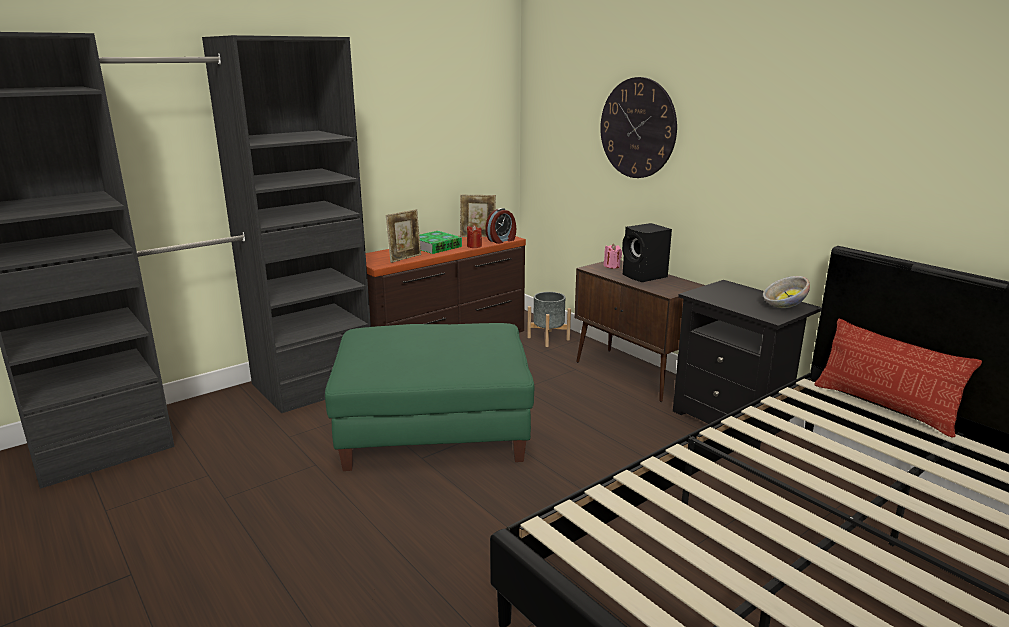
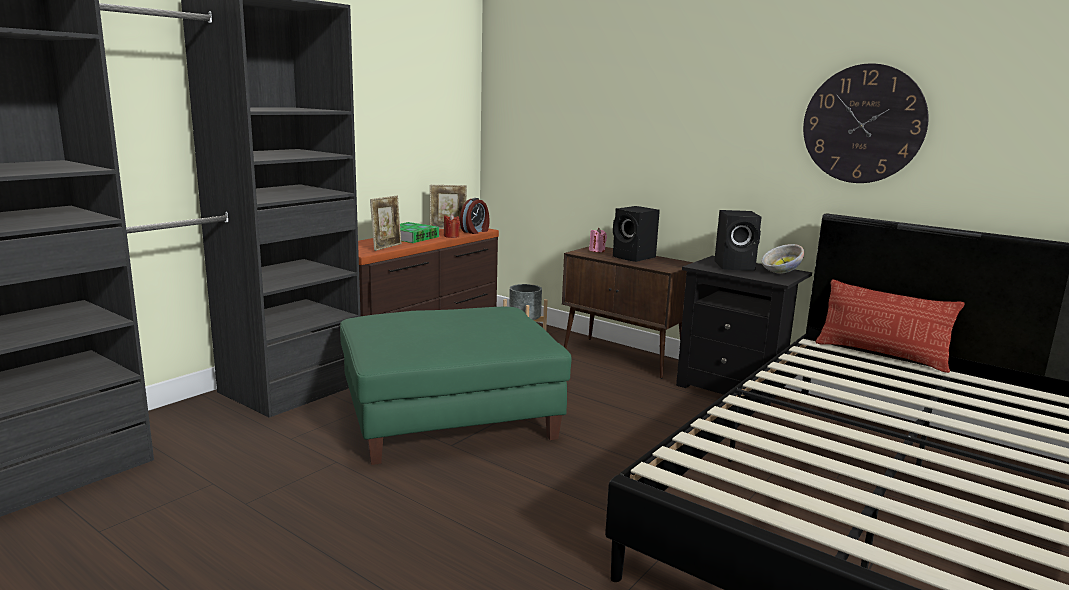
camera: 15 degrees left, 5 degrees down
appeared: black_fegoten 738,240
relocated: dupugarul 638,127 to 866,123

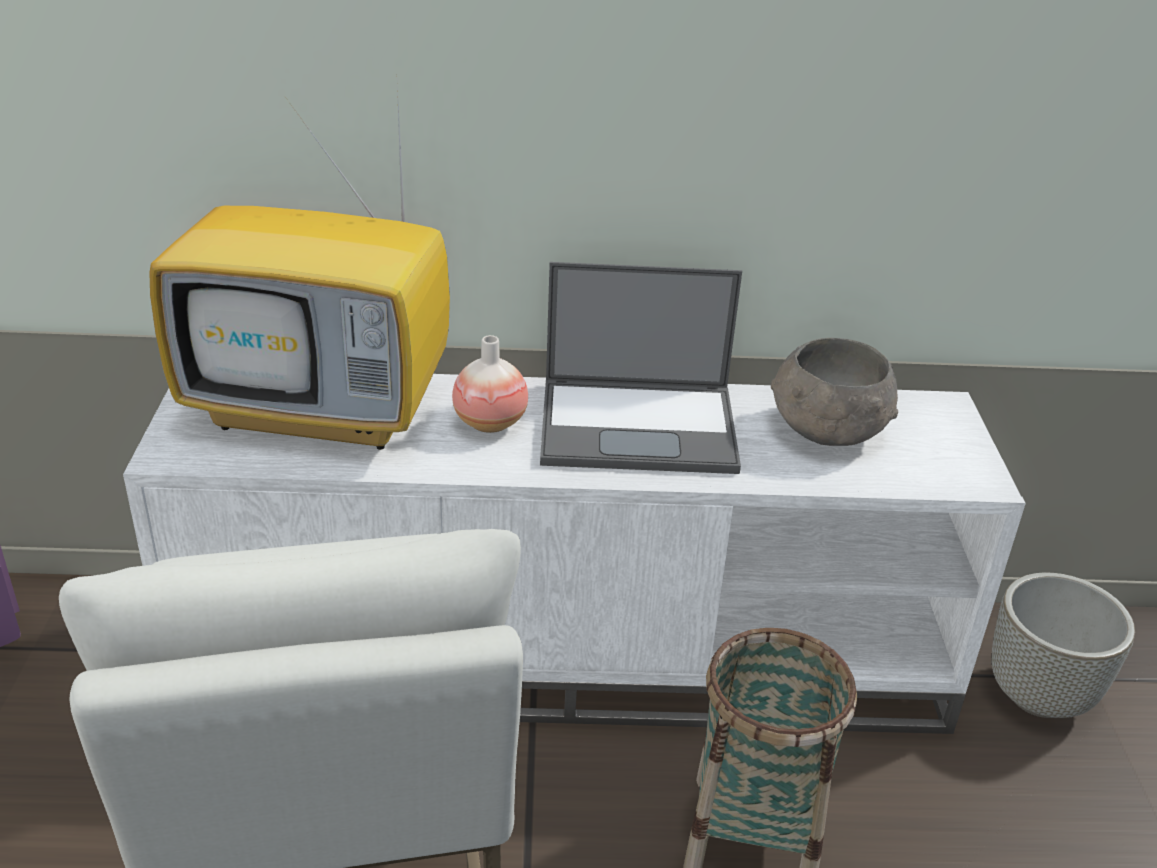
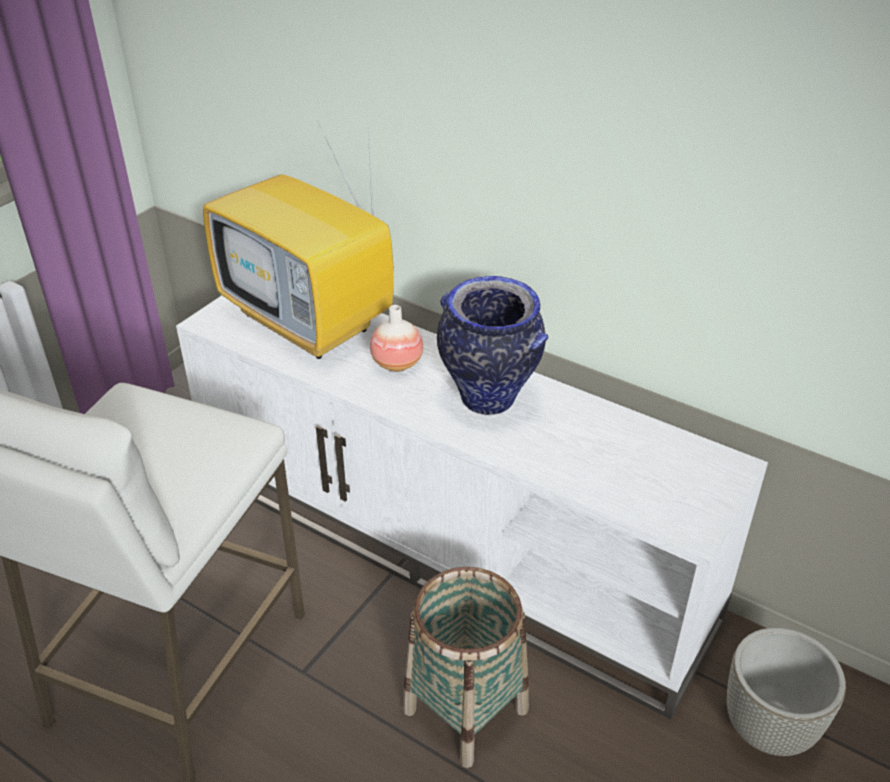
camera: 35 degrees right, 5 degrees up
missing: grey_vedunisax 834,392
exchanged: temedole 641,368 to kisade 493,345

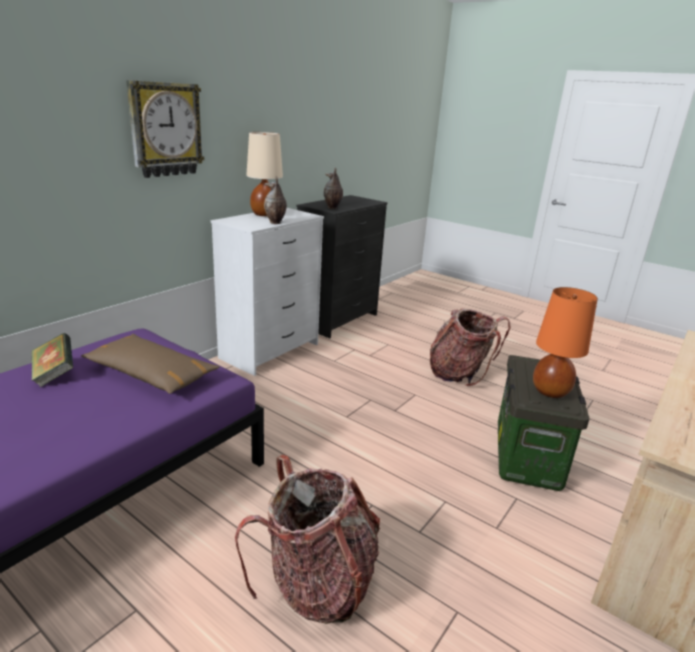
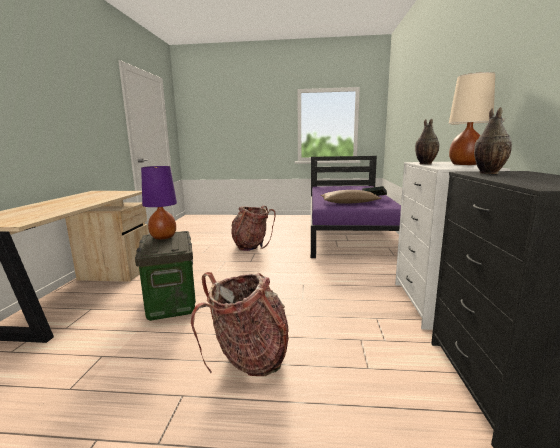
camera: 150 degrees right, 10 degrees down
missing: dupugarul 165,129
colour: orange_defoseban 565,342 to purple_defoseban 159,202

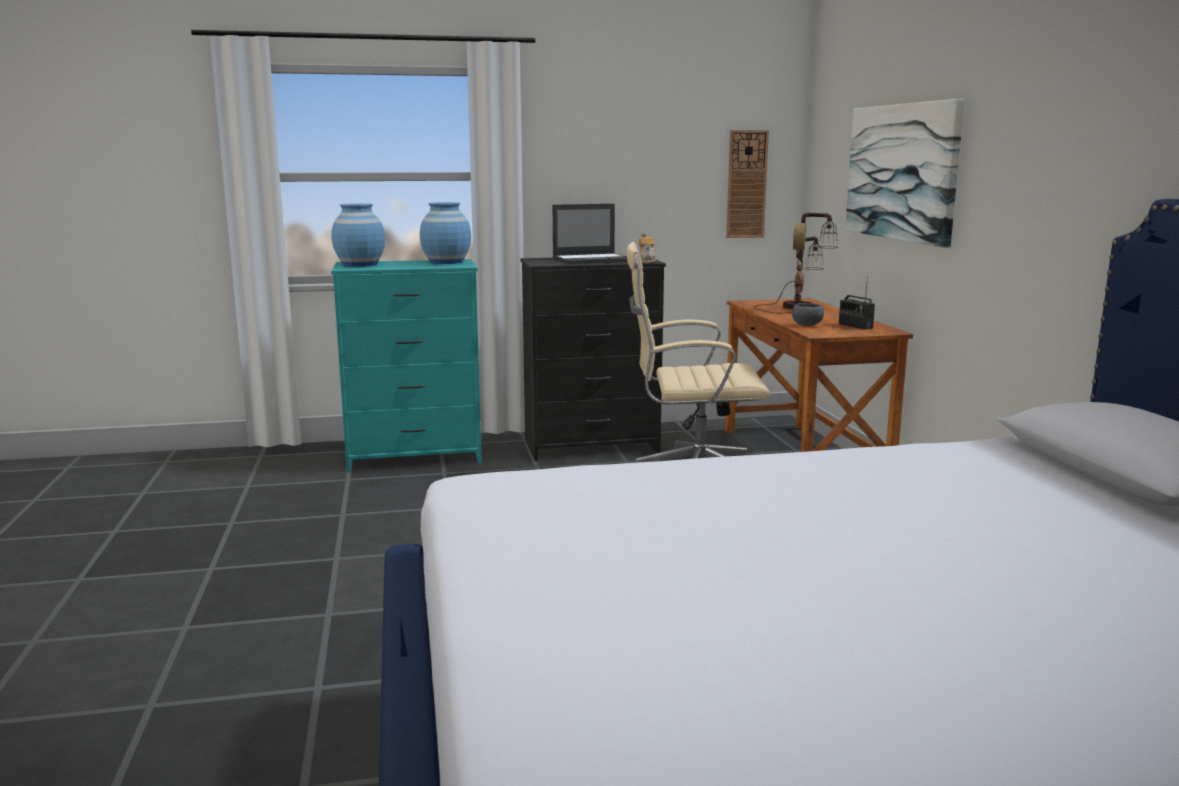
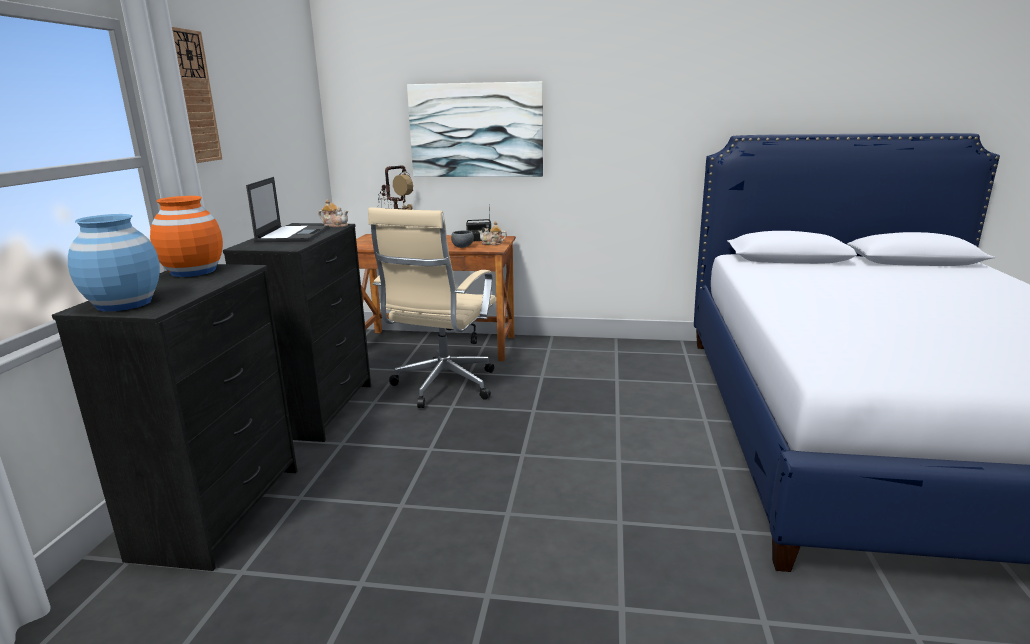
camera: 70 degrees left, 5 degrees up
appeared: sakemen 492,233
relocated: dupugarul 747,184 to 197,95
colour: blue_kisade 445,233 to orange_kisade 186,236; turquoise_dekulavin 406,365 to black_dekulavin 174,417

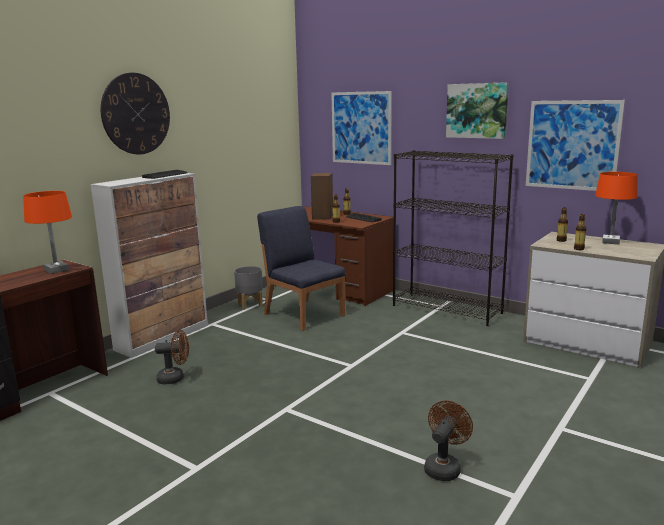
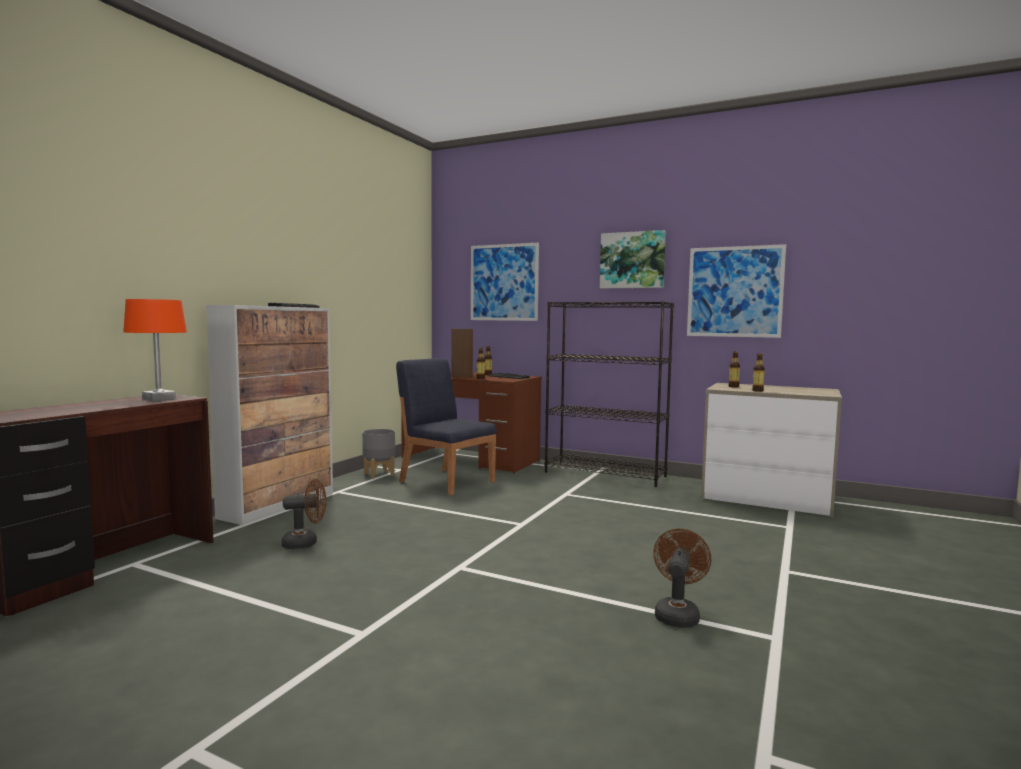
camera: 10 degrees left, 10 degrees down
missing: dupugarul 135,113; orange_defoseban 616,208

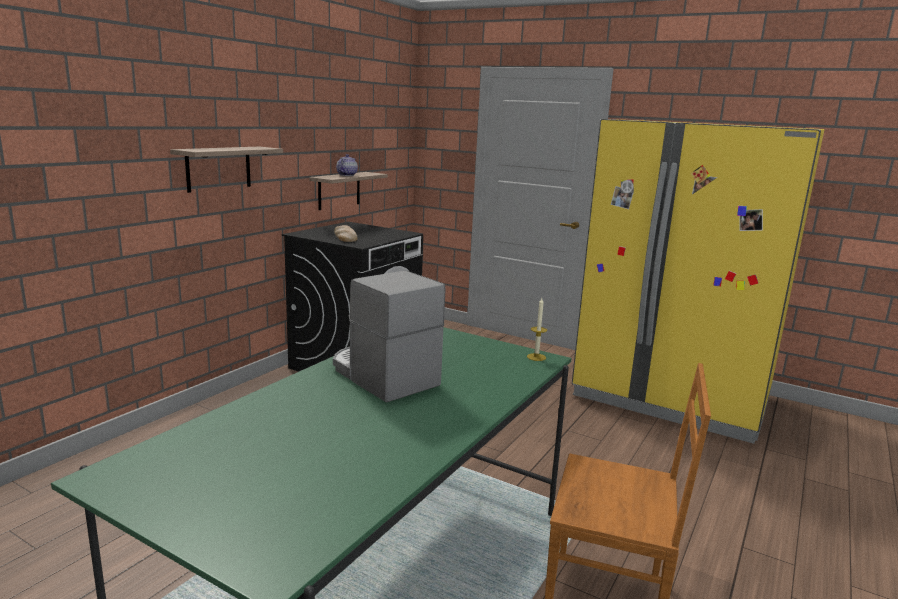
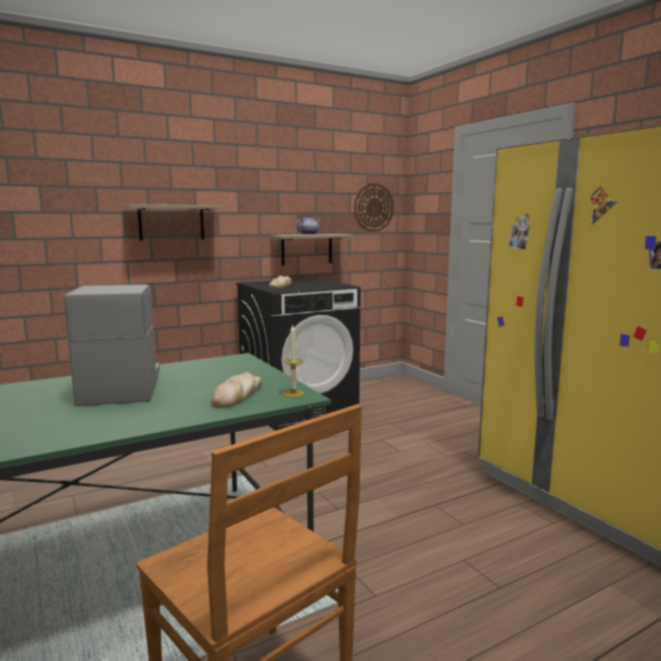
camera: 30 degrees right, 5 degrees down
appeared: dupugarul 373,208; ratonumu 236,390

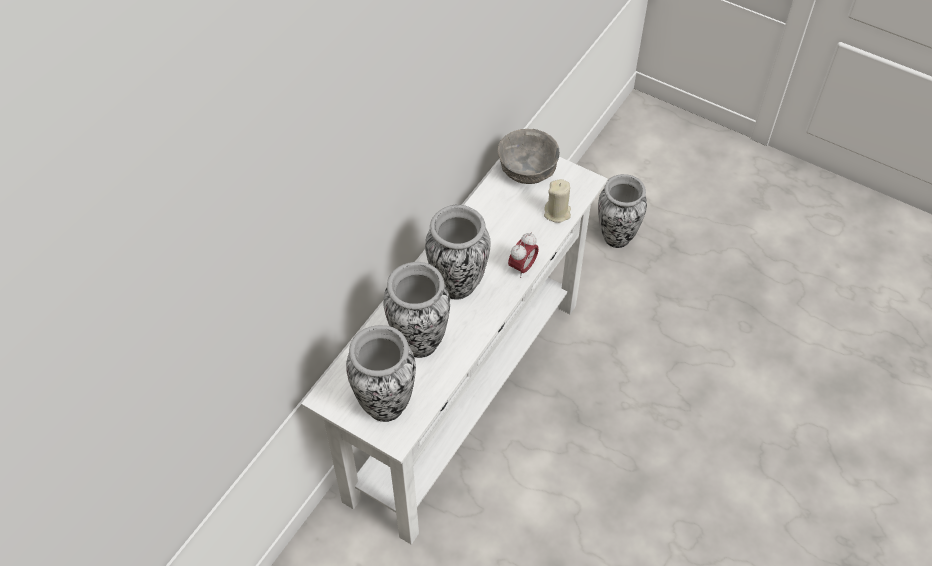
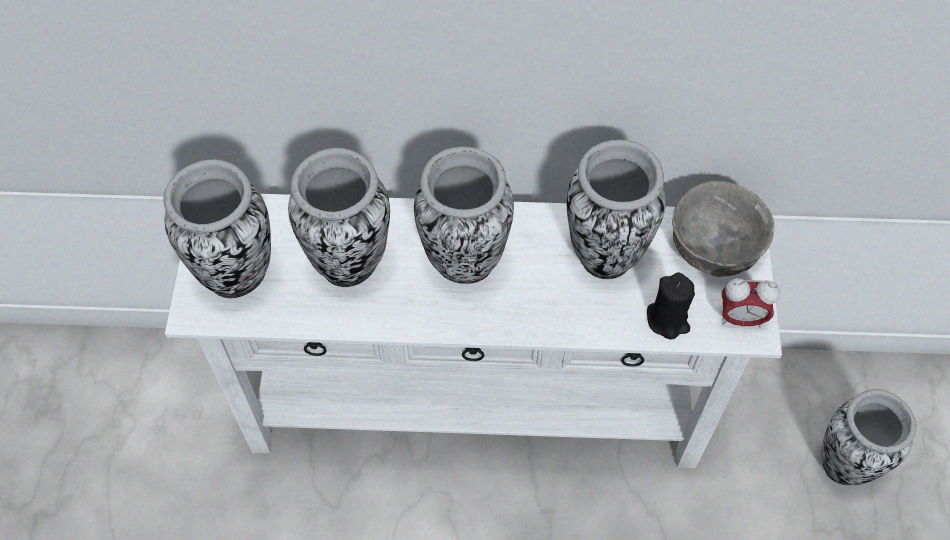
camera: 60 degrees right, 5 degrees up
appeared: kisade 616,209
relocated: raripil 523,255 to 751,303
colour: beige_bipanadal 557,201 to black_bipanadal 671,306

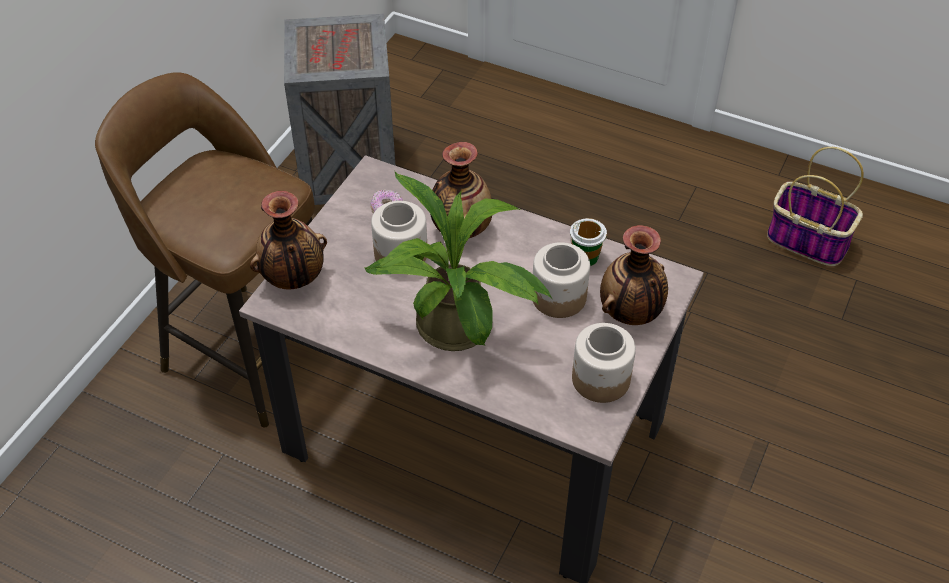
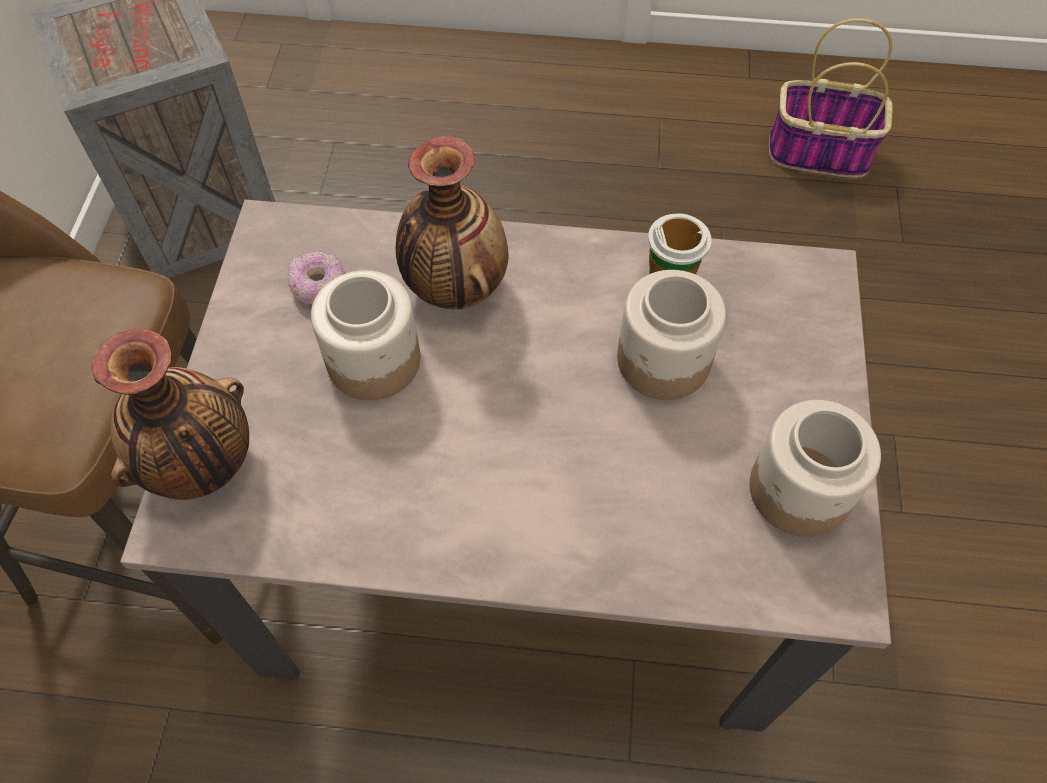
camera: 20 degrees left, 10 degrees up
missing: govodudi 458,261; kisade 634,275

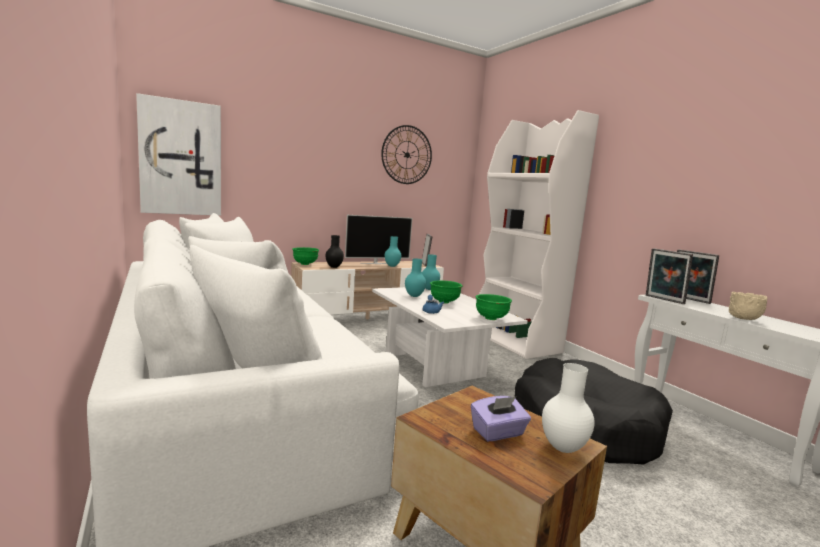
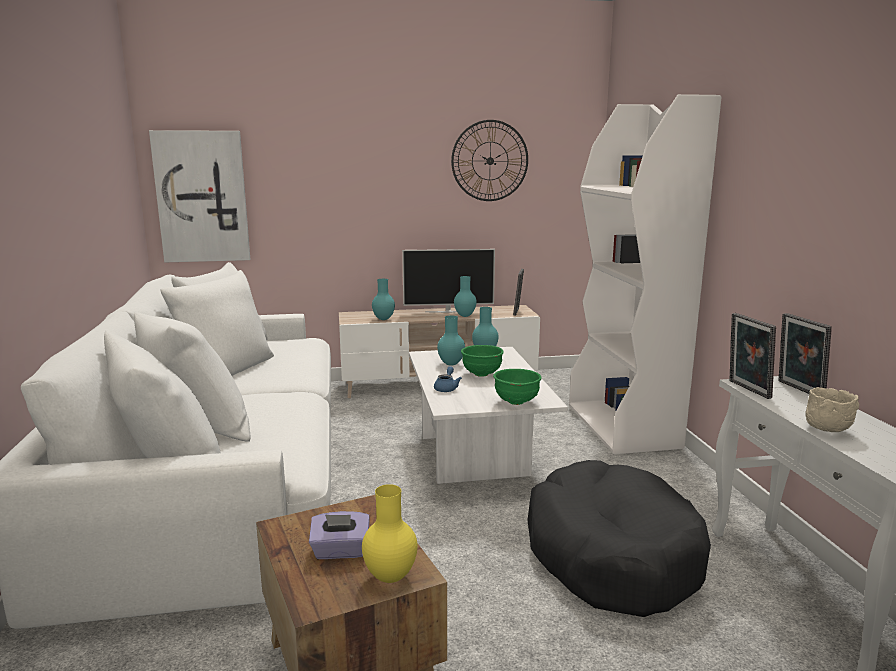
camera: 20 degrees right, 5 degrees up
missing: green_vedunisax 305,256
colour: black_kisade 335,251 to turquoise_kisade 383,299; white_kisade 568,408 to yellow_kisade 390,533

